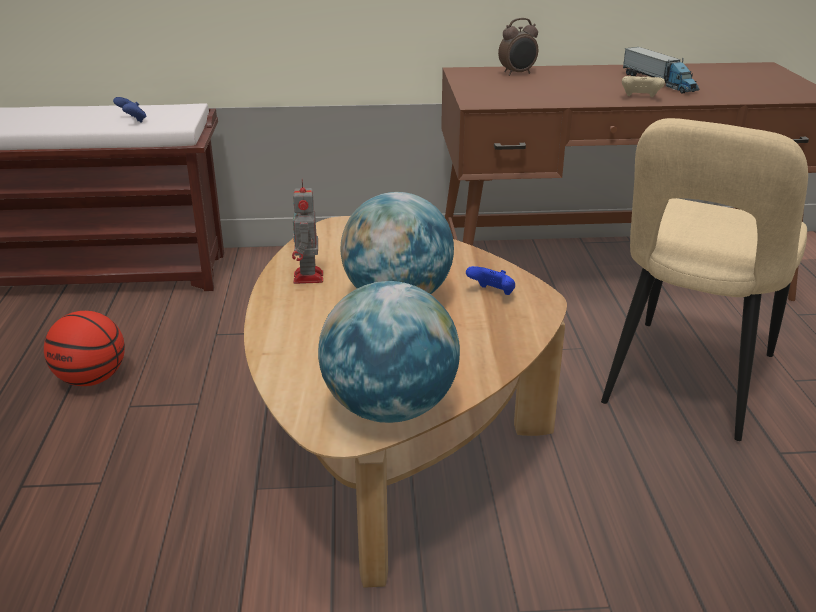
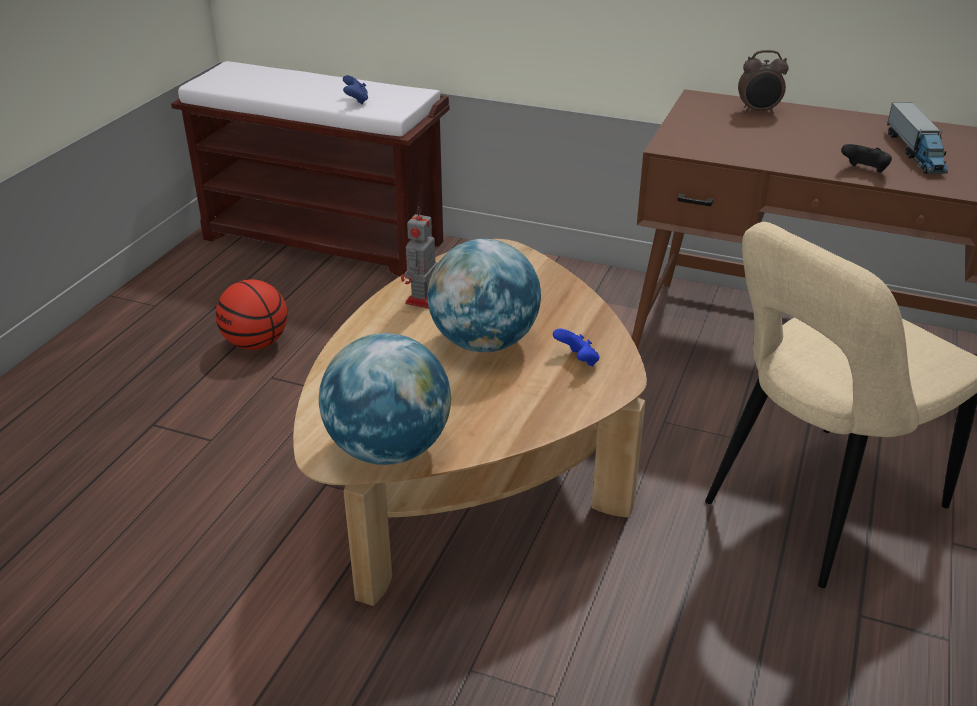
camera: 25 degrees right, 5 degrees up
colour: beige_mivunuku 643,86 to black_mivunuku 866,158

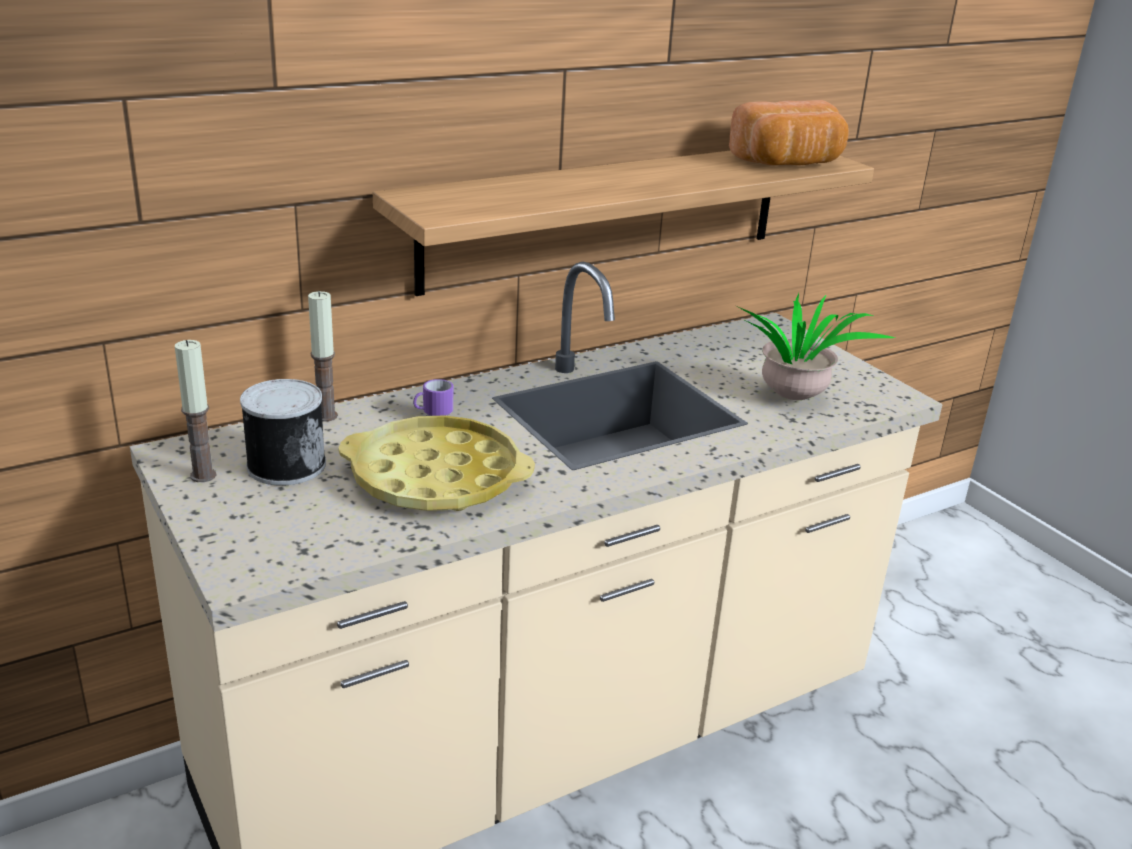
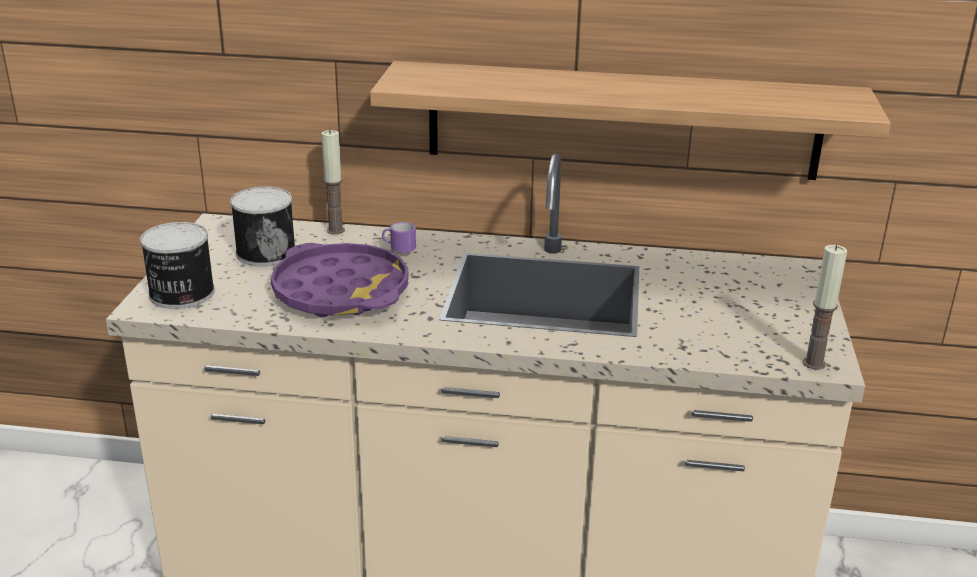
camera: 40 degrees right, 0 degrees up
missing: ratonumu 789,132; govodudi 816,346
appeared: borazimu 177,265
relocated: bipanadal 195,411 to 825,307
colour: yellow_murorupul 436,463 to purple_murorupul 339,280

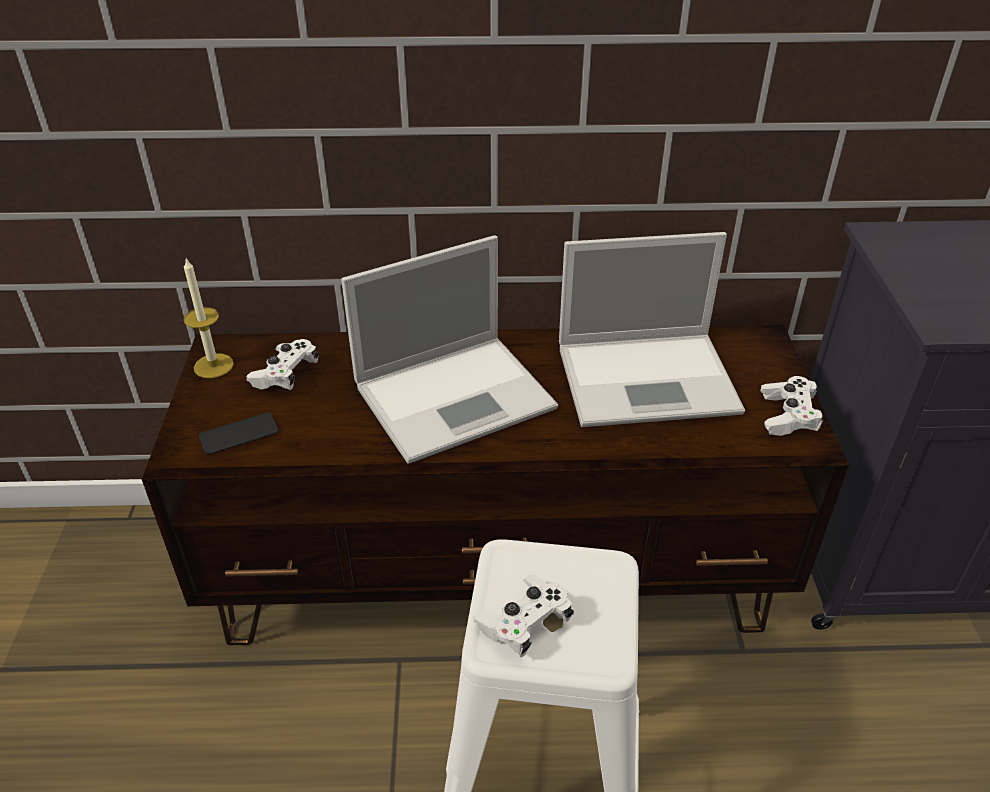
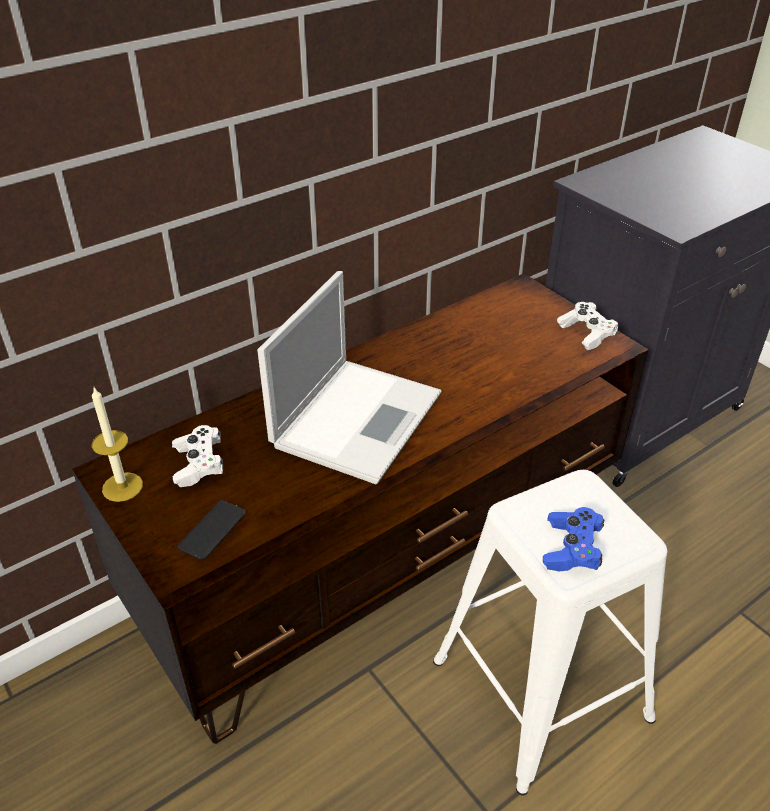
camera: 35 degrees left, 0 degrees up
missing: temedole 652,329
colour: white_mivunuku 523,615 to blue_mivunuku 574,539

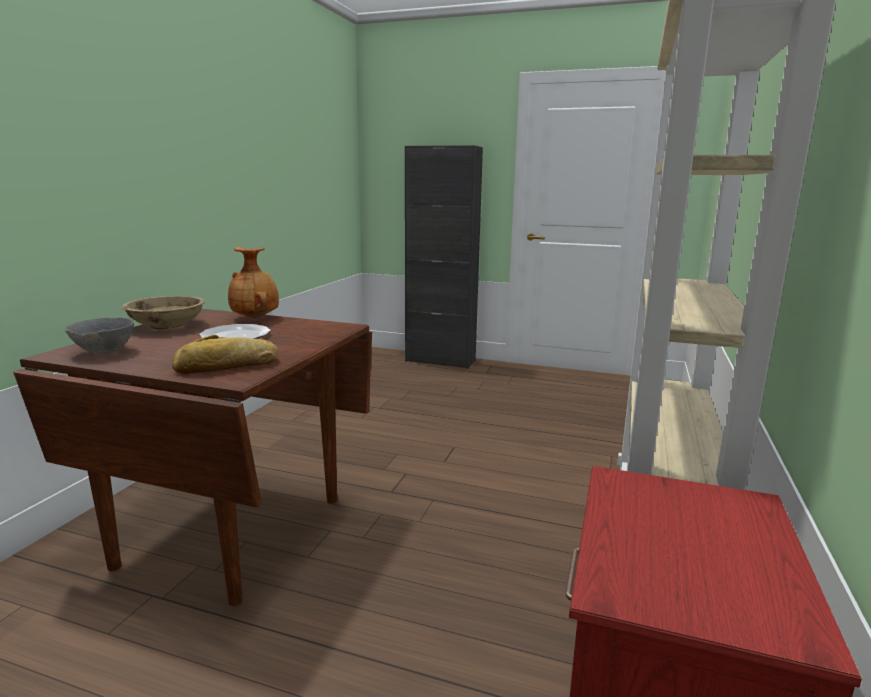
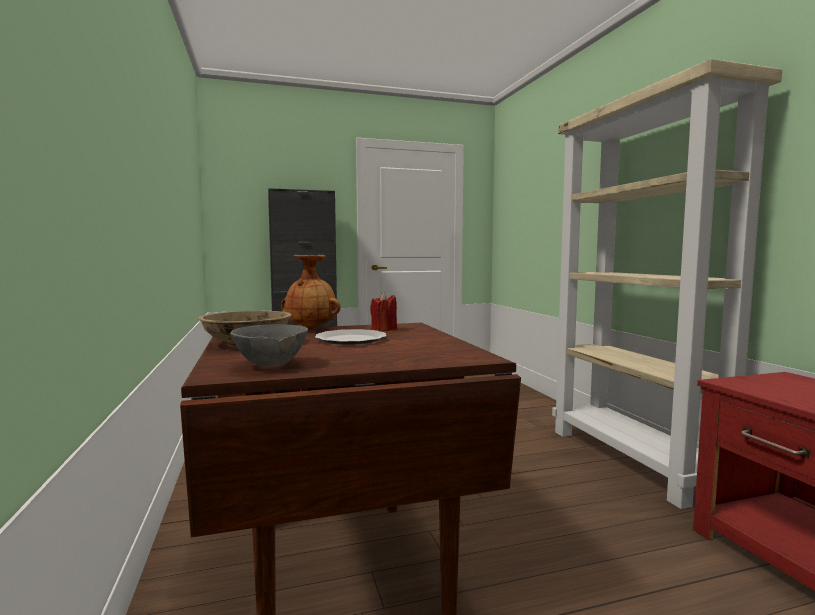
camera: 35 degrees left, 10 degrees down
missing: ratonumu 225,354
appeared: red_bipanadal 383,312

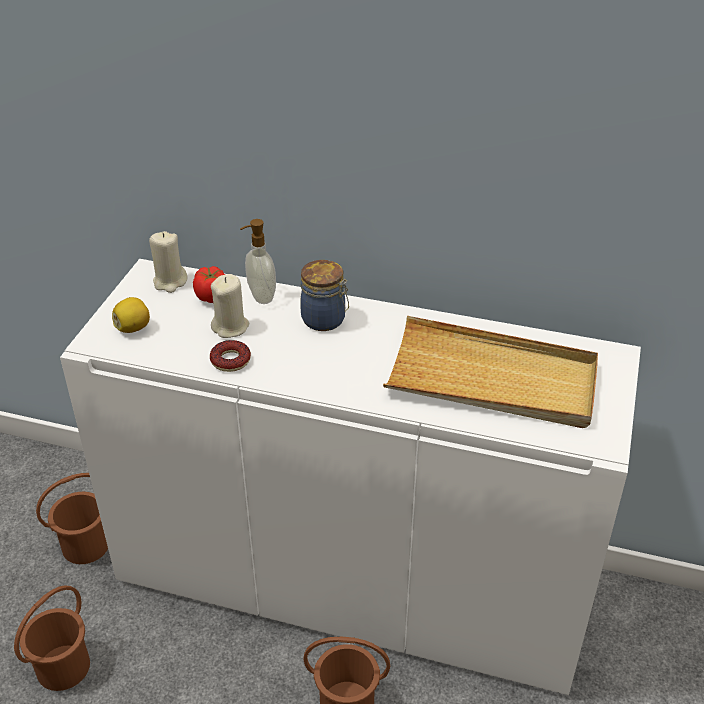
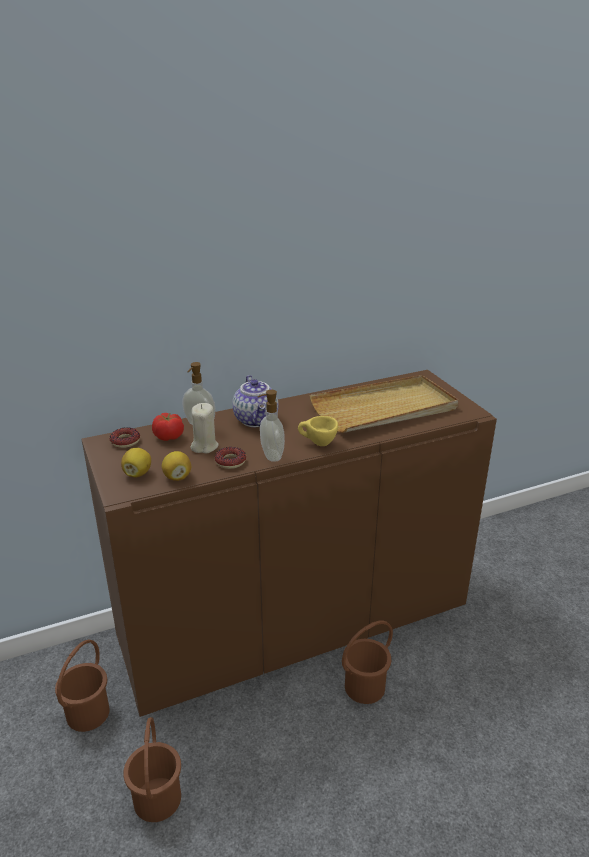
camera: 40 degrees left, 10 degrees down
appeared: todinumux 271,426; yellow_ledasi 318,431; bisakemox 176,466
exchanged: beige_bipanadal 168,262 to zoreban 125,437; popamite 324,295 to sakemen 255,401
colour: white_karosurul 350,477 to brown_karosurul 289,543

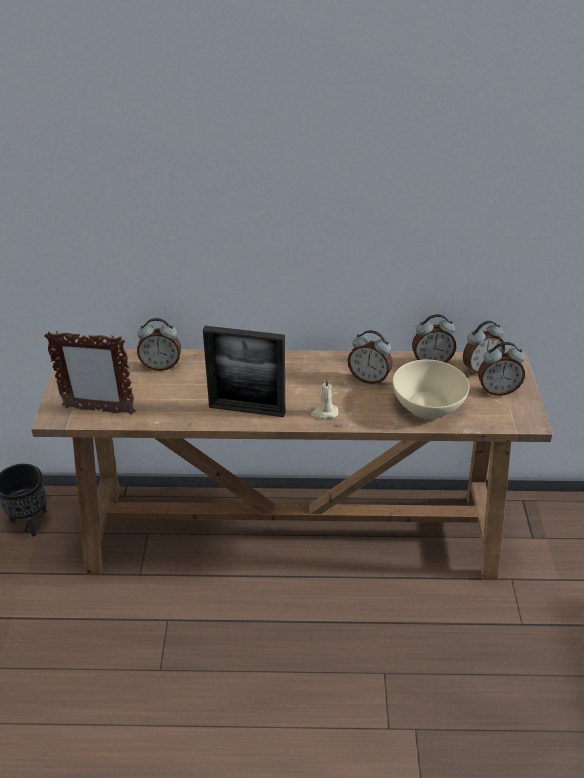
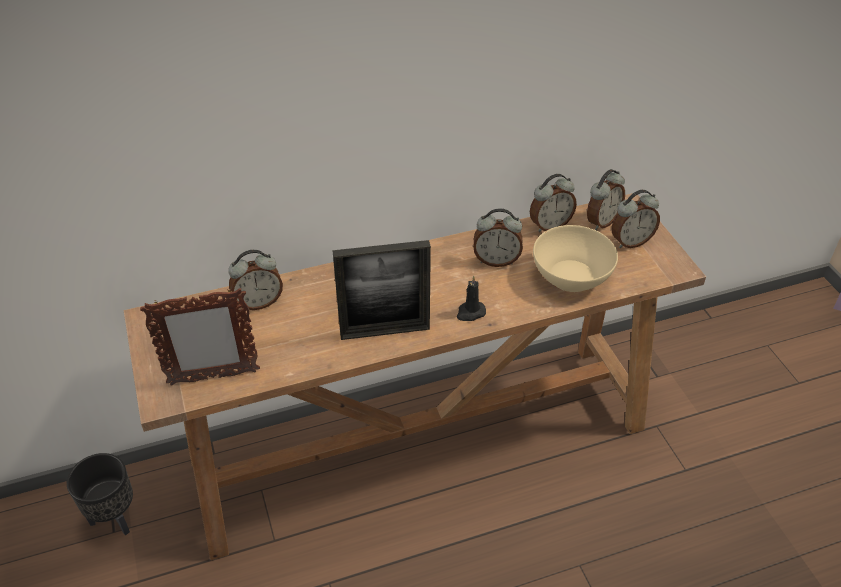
camera: 20 degrees left, 5 degrees up
colour: beige_bipanadal 325,399 to black_bipanadal 471,298

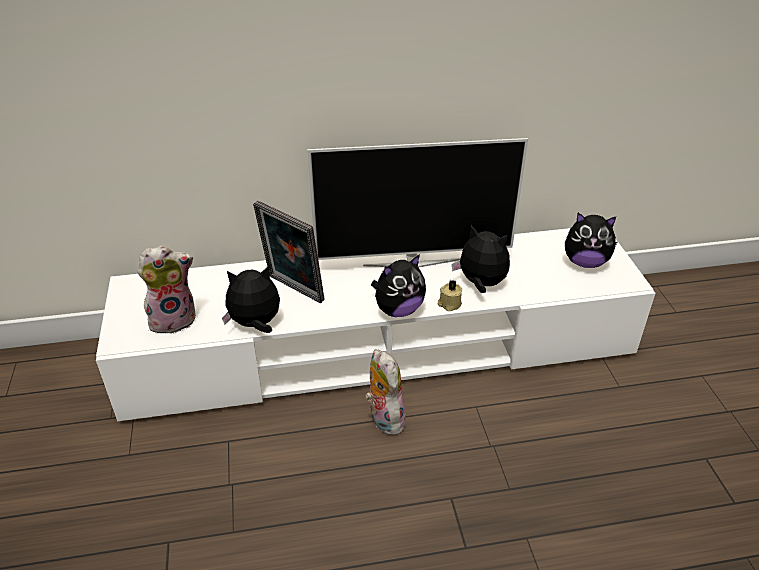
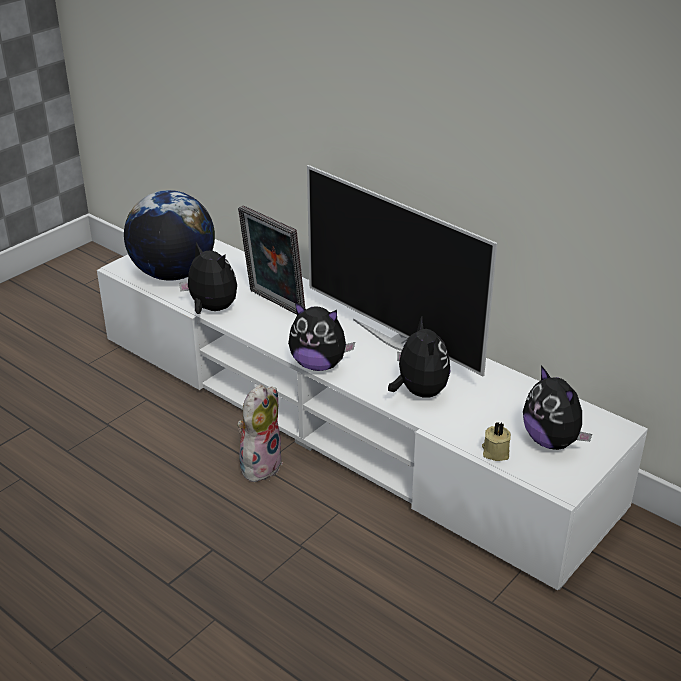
camera: 50 degrees right, 5 degrees down
relocated: beige_bipanadal 450,295 to 496,441
exchanged: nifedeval 166,289 to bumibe 169,235
spun: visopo 289,252 = 271,260 45 degrees counterclockwise

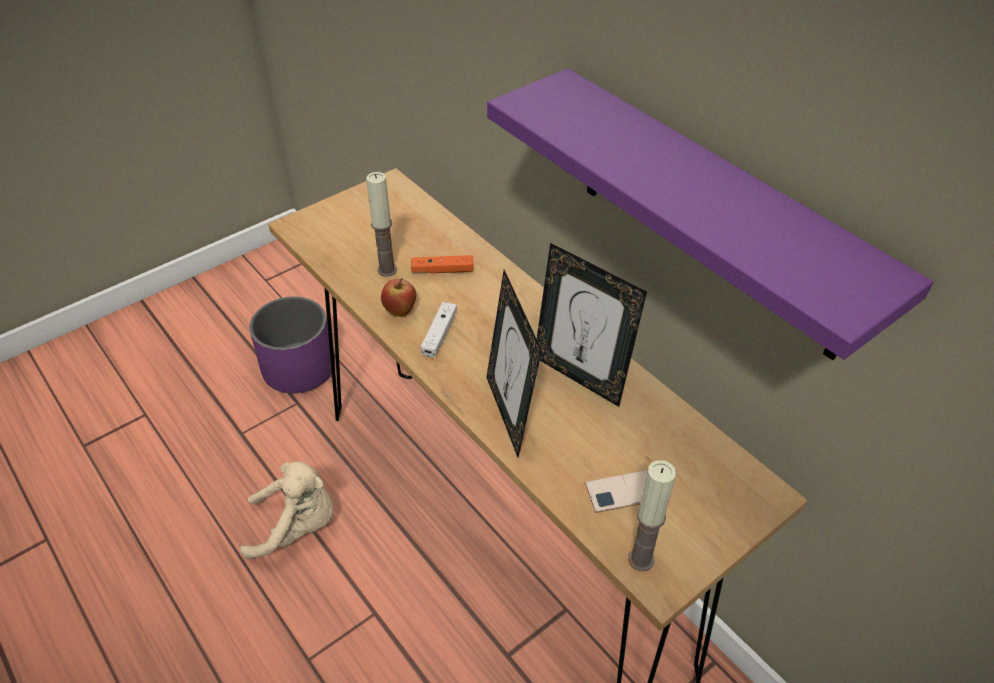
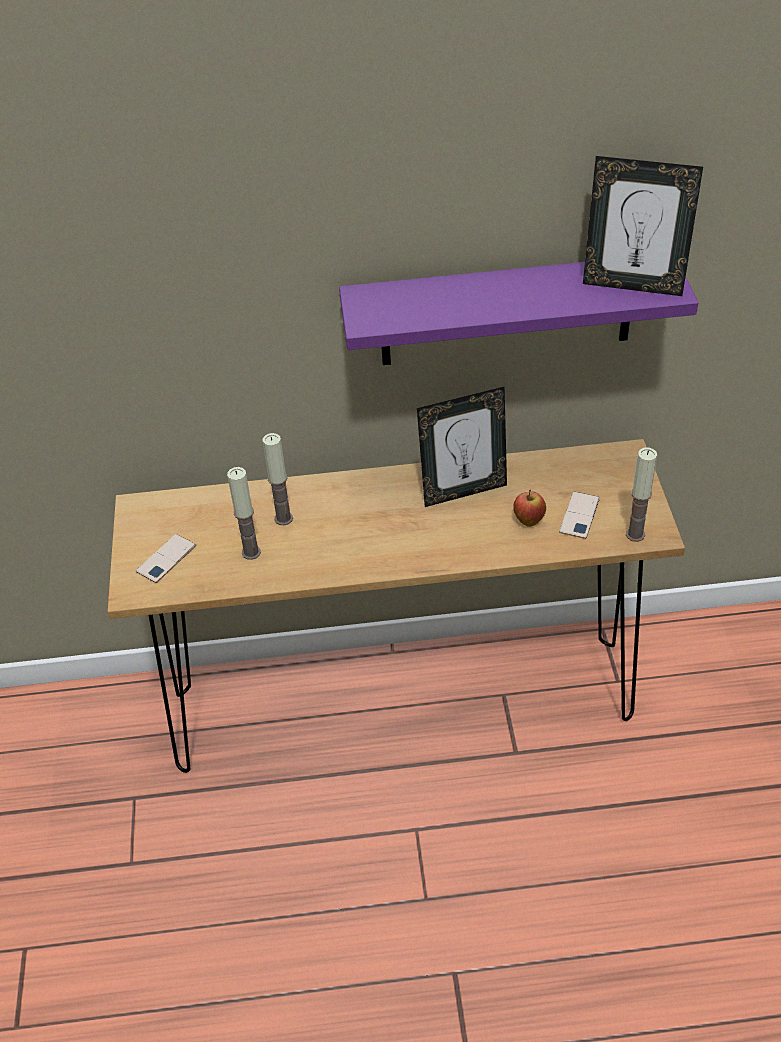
camera: 55 degrees left, 0 degrees up
missing: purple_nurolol 292,344; white_mivunuku 439,330; beige_nifedeval 286,511
appeared: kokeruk 166,558
relocated: visopo 514,363 to 643,226; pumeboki 398,297 to 529,508
exchanged: orange_mivunuku 442,264 to bipanadal 278,479

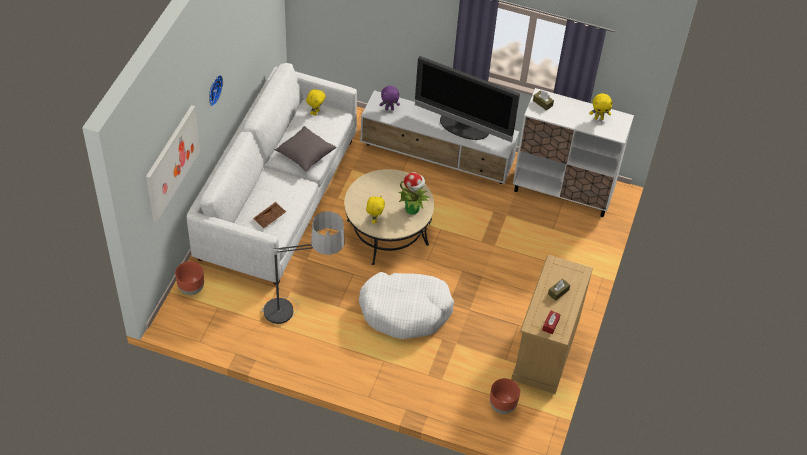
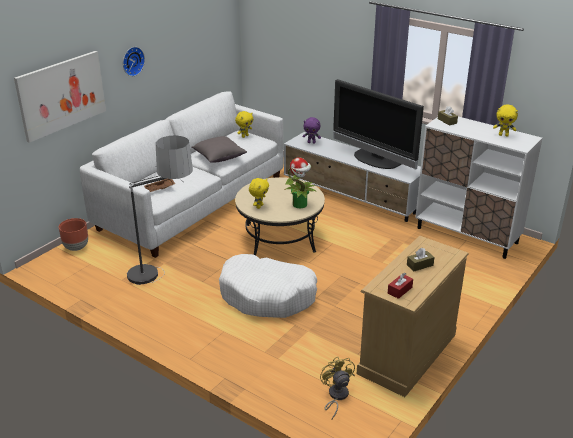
camera: 20 degrees right, 20 degrees down
exchanged: brown_nurolol 505,396 to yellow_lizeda 337,388

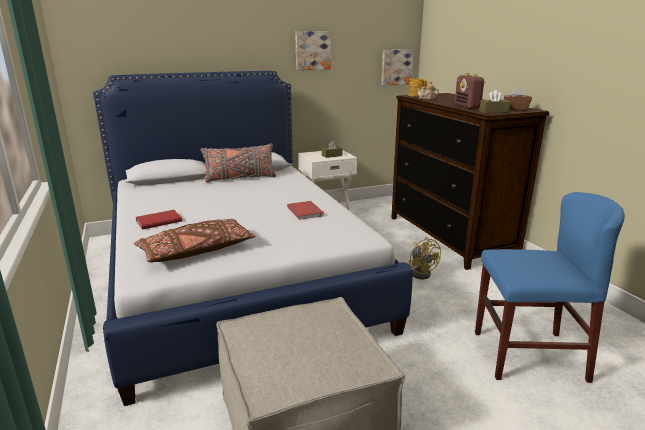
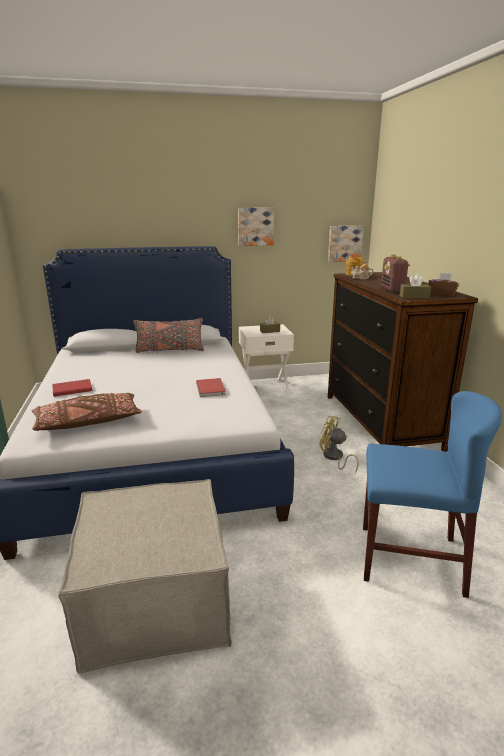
camera: 10 degrees right, 0 degrees up
spun: yellow_lizeda 425,258 = 339,444 135 degrees clockwise

